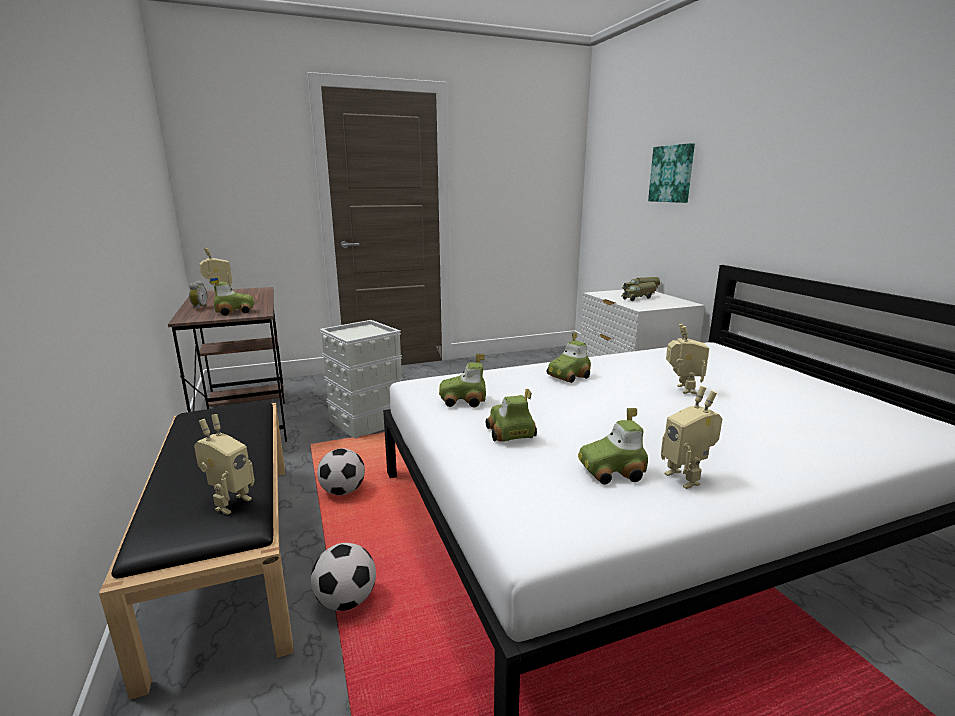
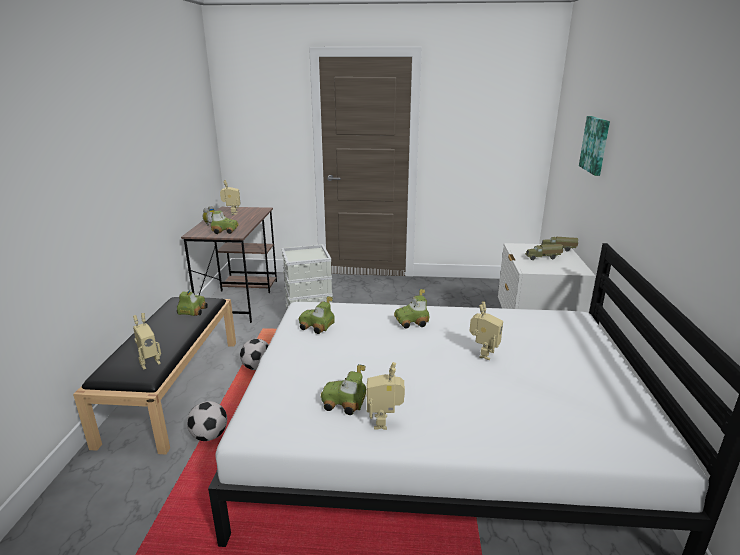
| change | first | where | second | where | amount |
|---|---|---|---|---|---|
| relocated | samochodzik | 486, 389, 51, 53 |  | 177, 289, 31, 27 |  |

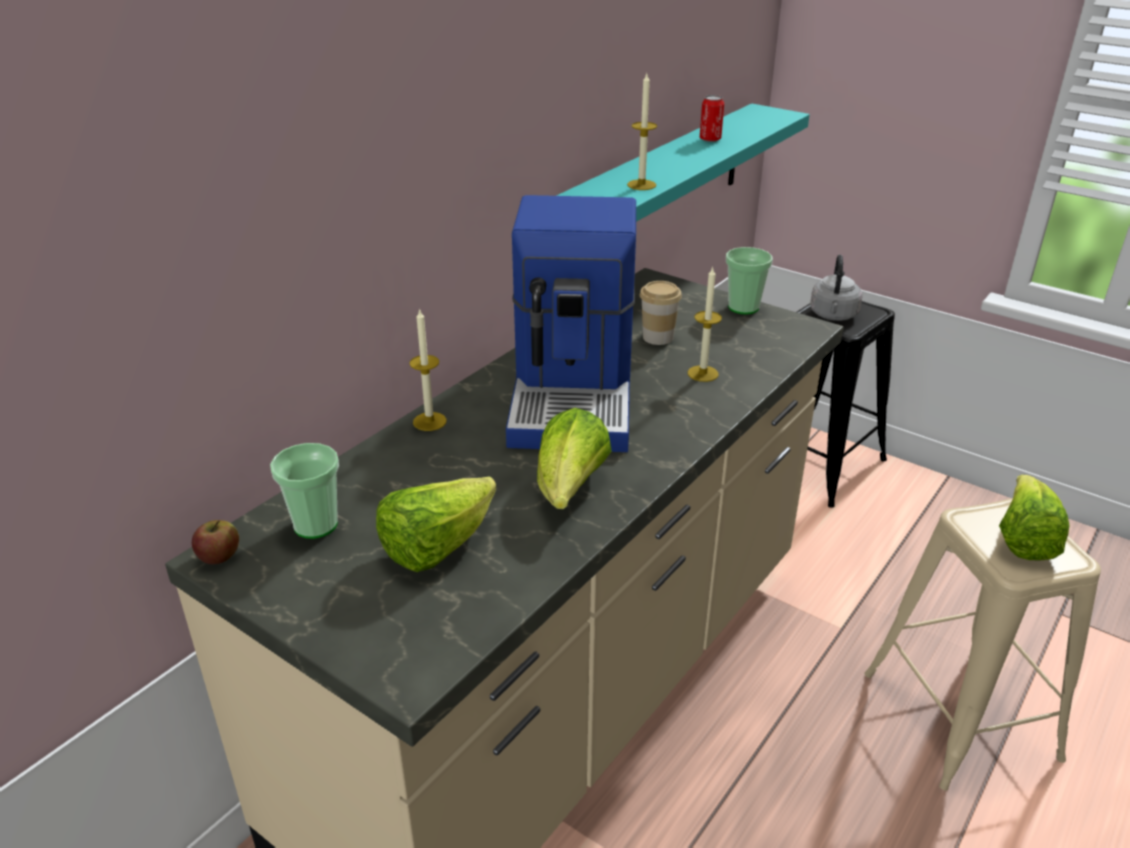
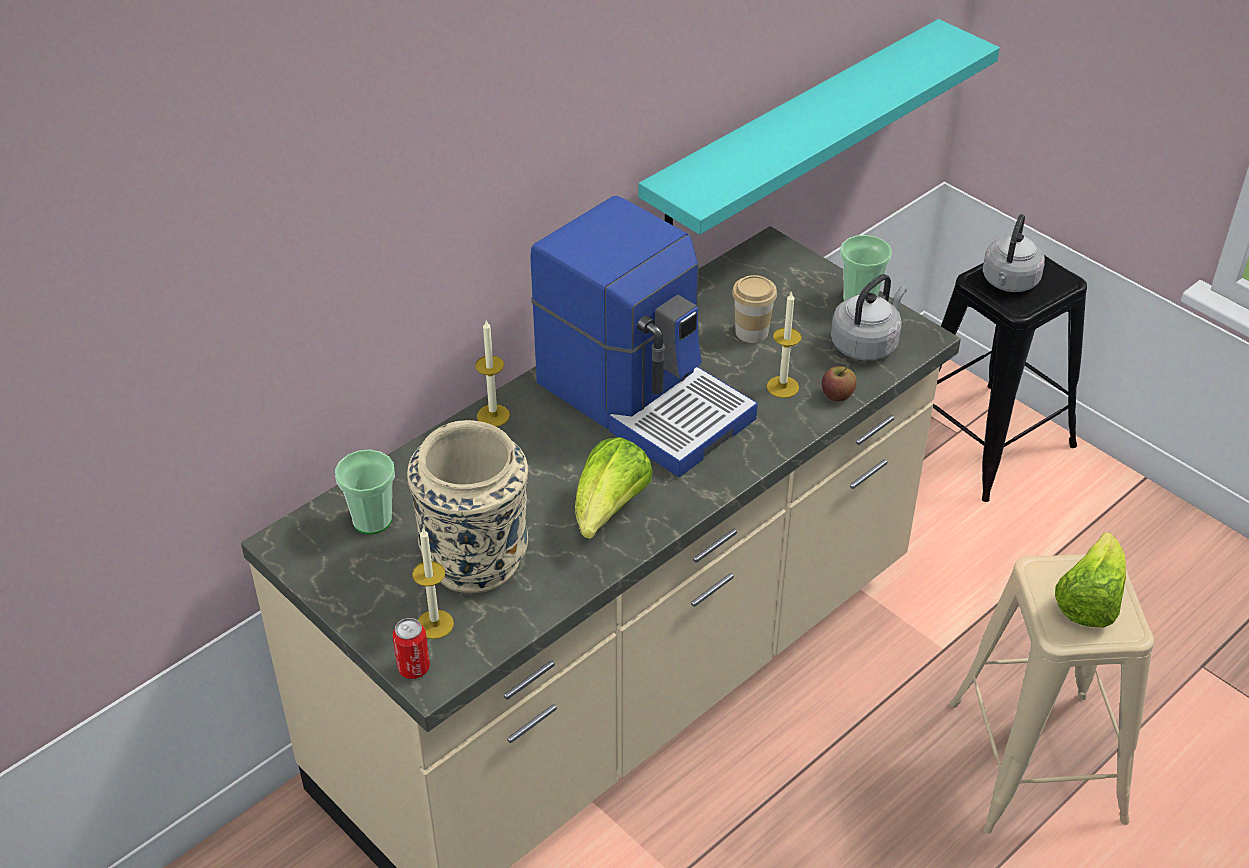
| change | first | where | second | where | amount |
|---|---|---|---|---|---|
| relocated | puszka | 700, 95, 24, 47 |  | 393, 618, 37, 61 |  |
| exchanged | sałata | 376, 477, 120, 95 | wazon (beżowy) | 407, 420, 121, 173 |  |
| relocated | świeca | 627, 74, 30, 116 |  | 412, 528, 42, 111 |  |
| spun | ekspres do kawy | 506, 195, 130, 257 |  | 530, 196, 228, 281 | 60 degrees counterclockwise |
| relocated | jabłko | 192, 520, 47, 44 |  | 822, 366, 35, 36 |  |
| appeared |  |  | czajnik (szary) | 831, 274, 76, 87 |  |

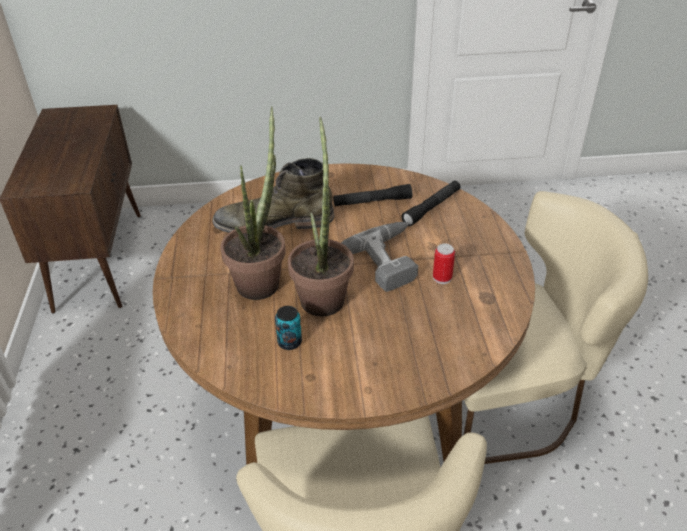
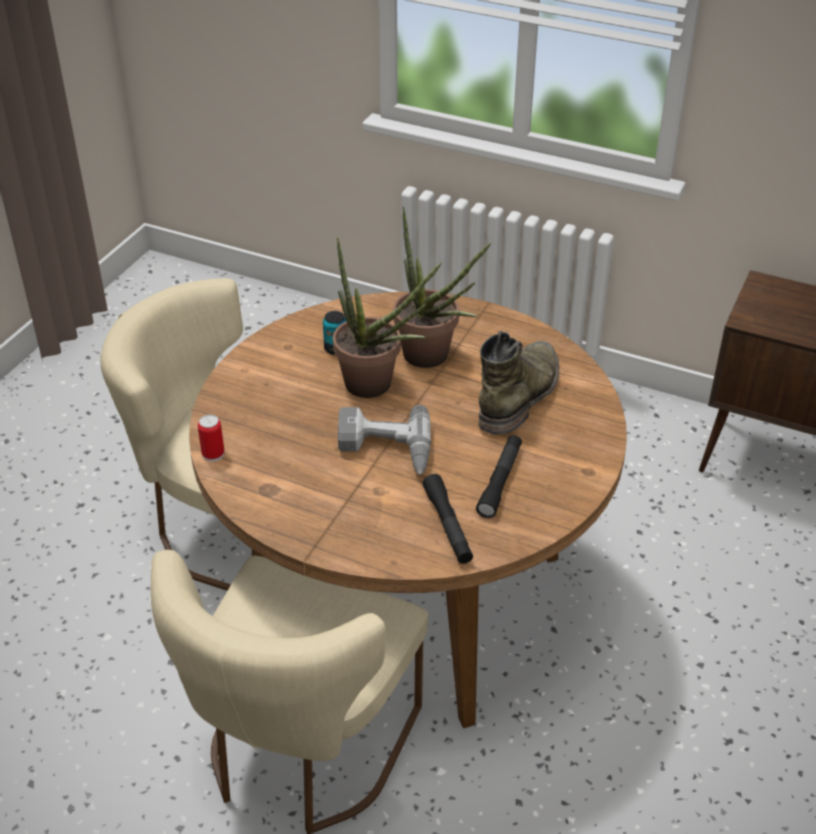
| change | first | where | second | where | amount |
|---|---|---|---|---|---|
| relocated | puszka | 433, 244, 22, 40 |  | 198, 415, 26, 47 |  |

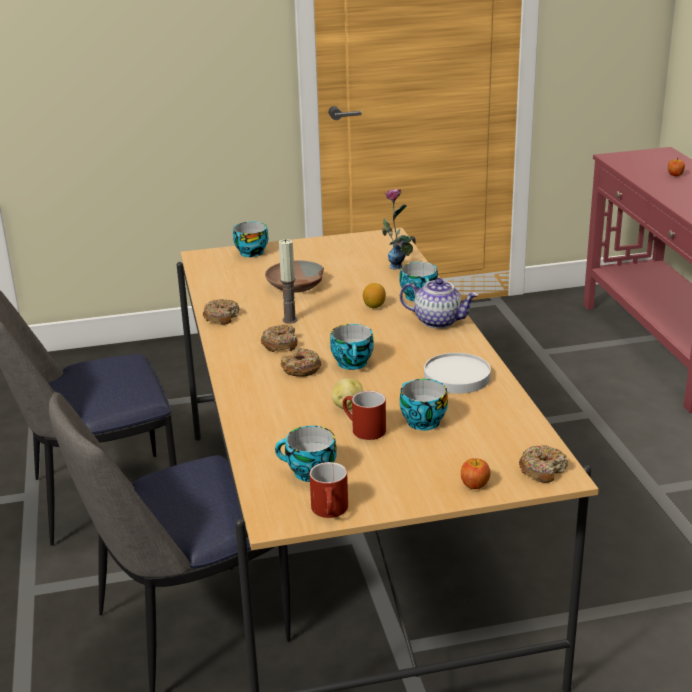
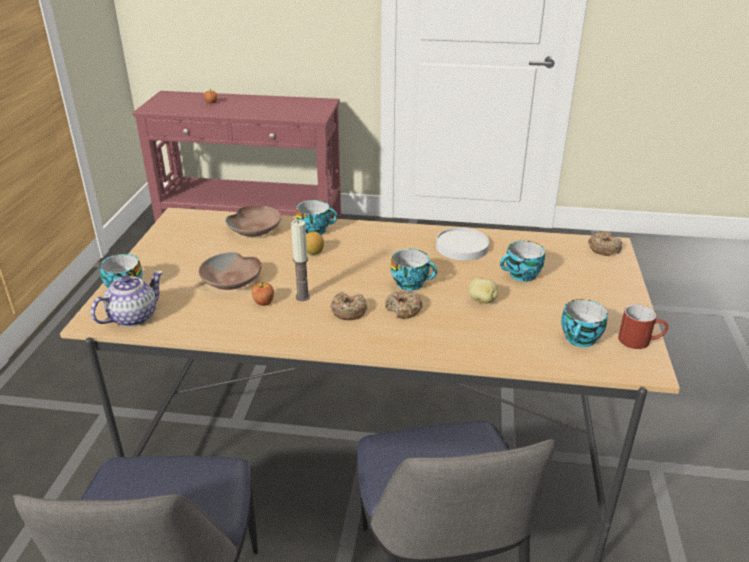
| change | first | where | second | where | amount |
|---|---|---|---|---|---|
| relocated | imbryk | 400, 278, 78, 50 |  | 91, 271, 72, 56 |  |
| exchanged | wazon | 382, 189, 31, 81 | miska (brązowy) | 226, 205, 55, 32 |  |
| relocated | jabłko | 461, 458, 30, 31 |  | 252, 282, 22, 24 |  |
| missing | donut | 203, 299, 37, 26 |  |  |  |
| missing | kubek (czerwony) | 343, 391, 43, 49 |  |  |  |

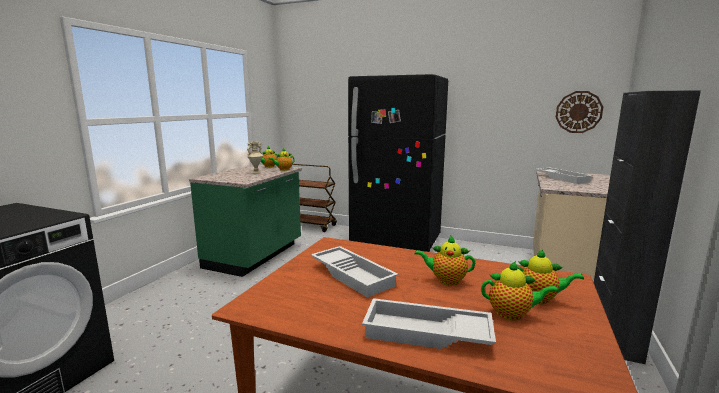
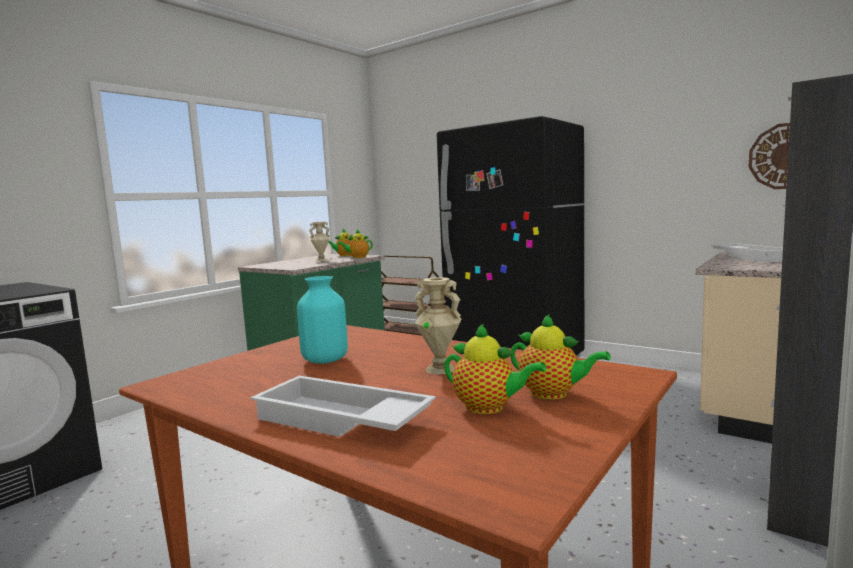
| change | first | where | second | where | amount |
|---|---|---|---|---|---|
| exchanged | taca (biały) | 311, 246, 87, 52 | wazon (turkusowy) | 297, 276, 51, 88 |  |
| exchanged | imbryk | 414, 235, 61, 50 | wazon (beżowy) | 415, 277, 47, 98 |  |

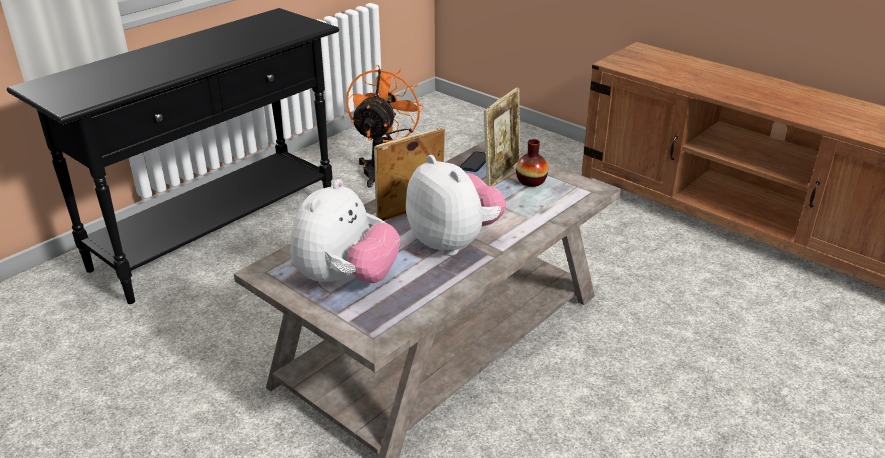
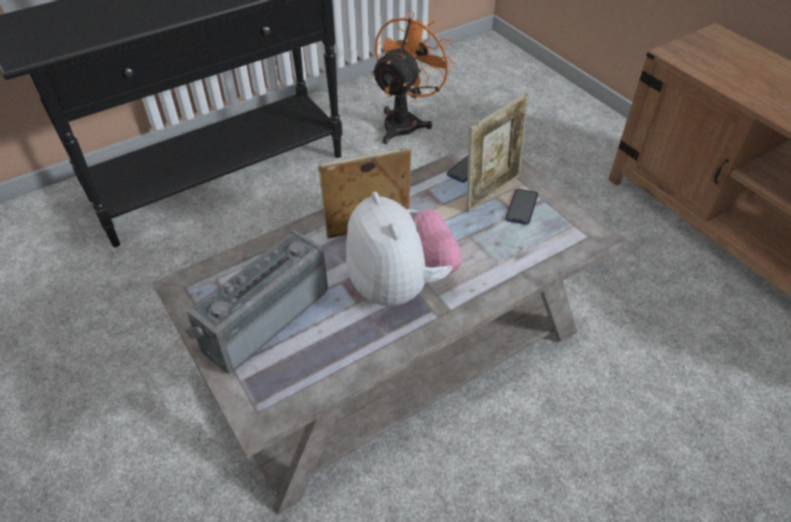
| change | first | where | second | where | amount |
|---|---|---|---|---|---|
| exchanged | pluszak | 290, 179, 110, 108 | radio | 184, 230, 144, 144 |  |
| exchanged | wazon | 516, 139, 32, 48 | telefon | 506, 189, 32, 36 |  |

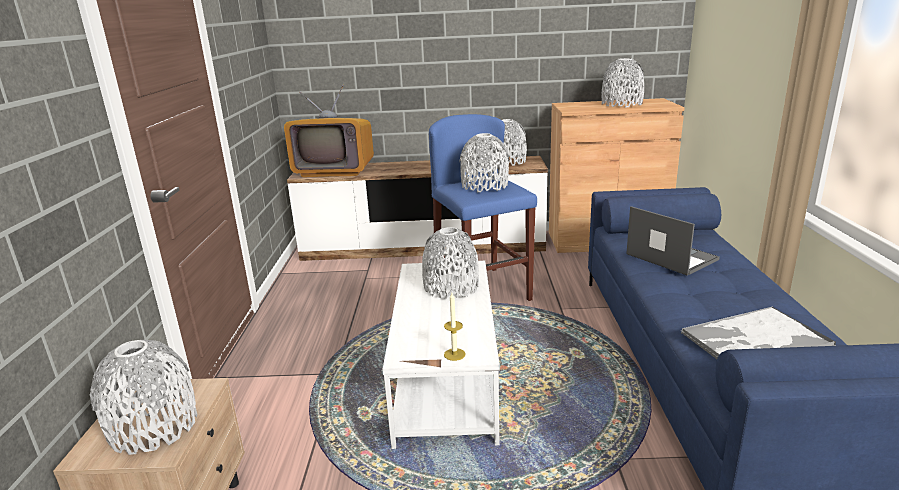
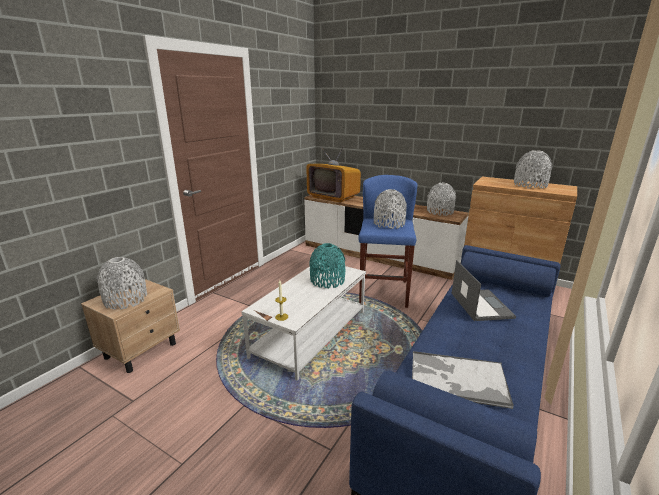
| change | first | where | second | where | amount |
|---|---|---|---|---|---|
| colour | wazon (szary) | 422, 227, 57, 72 | wazon (turkusowy) | 309, 243, 36, 45 |  |

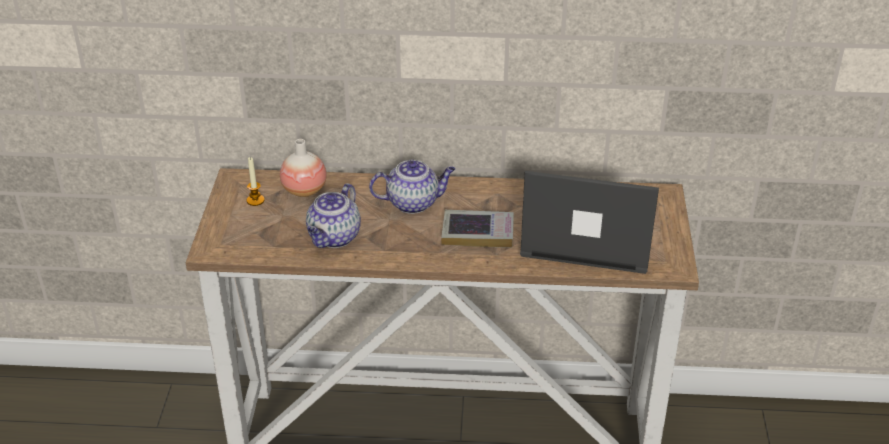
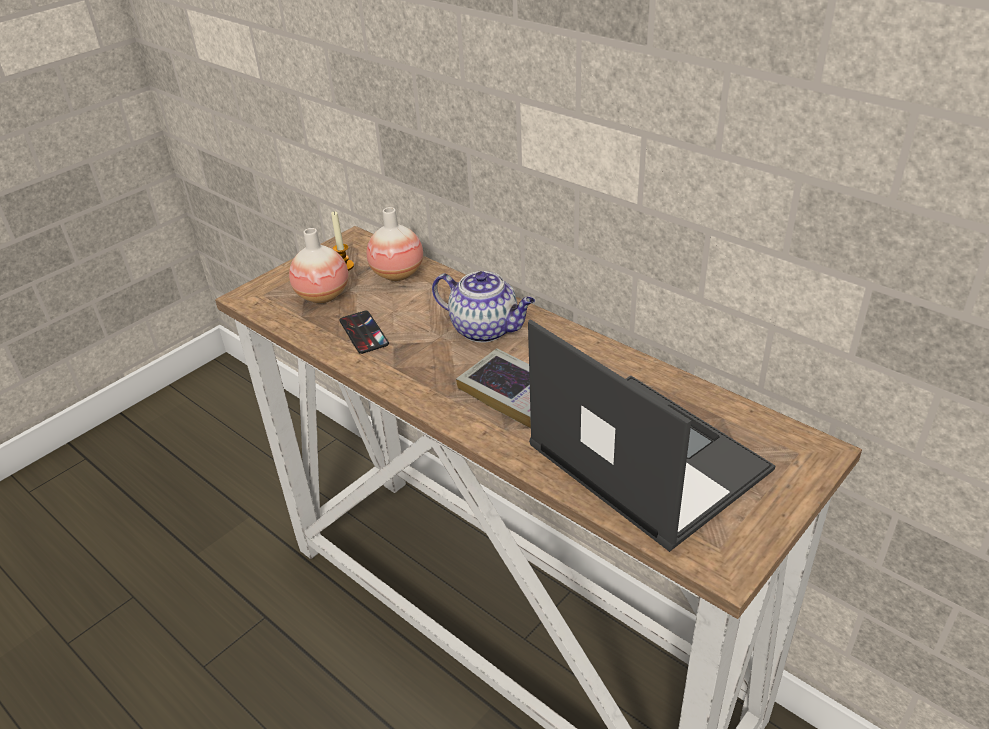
| change | first | where | second | where | amount |
|---|---|---|---|---|---|
| appeared |  |  | wazon | 289, 228, 59, 75 |  |
| exchanged | imbryk | 306, 183, 55, 65 | telefon | 339, 311, 50, 43 |  |

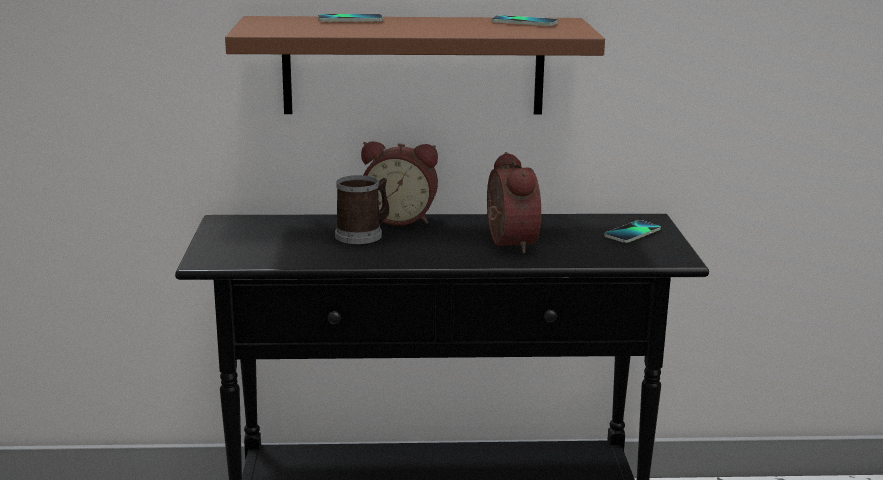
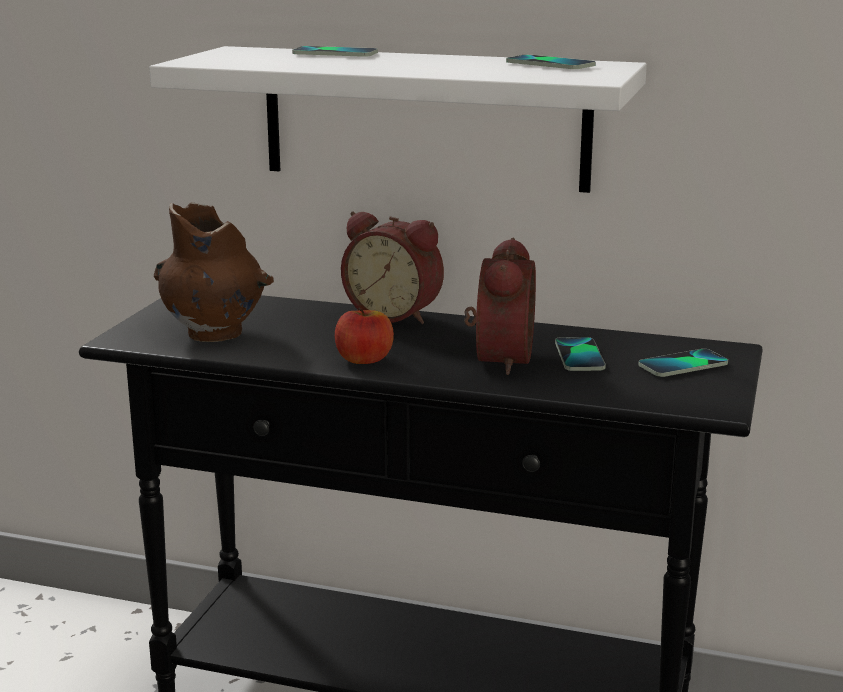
| change | first | where | second | where | amount |
|---|---|---|---|---|---|
| colour | półka (brązowy) | 225, 16, 380, 99 | półka (biały) | 149, 46, 498, 147 |  |
| appeared |  |  | wazon (brązowy) | 154, 202, 120, 140 |  |
| appeared |  |  | jabłko | 335, 308, 59, 56 |  |
| appeared |  |  | telefon | 555, 337, 51, 34 |  |
| missing | kubek | 335, 175, 54, 69 |  |  |  |

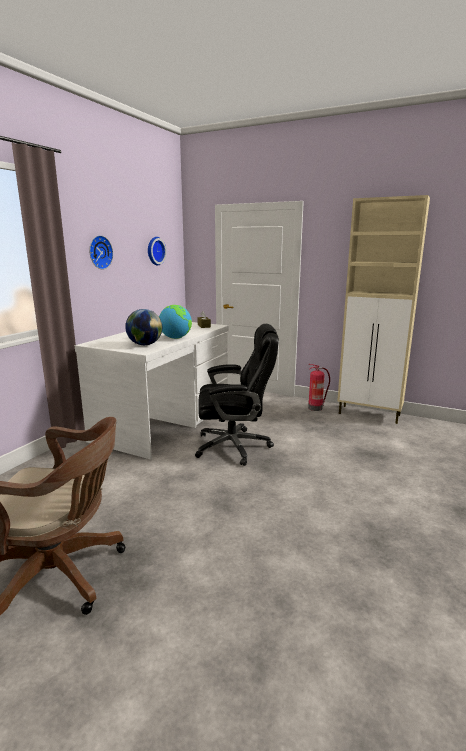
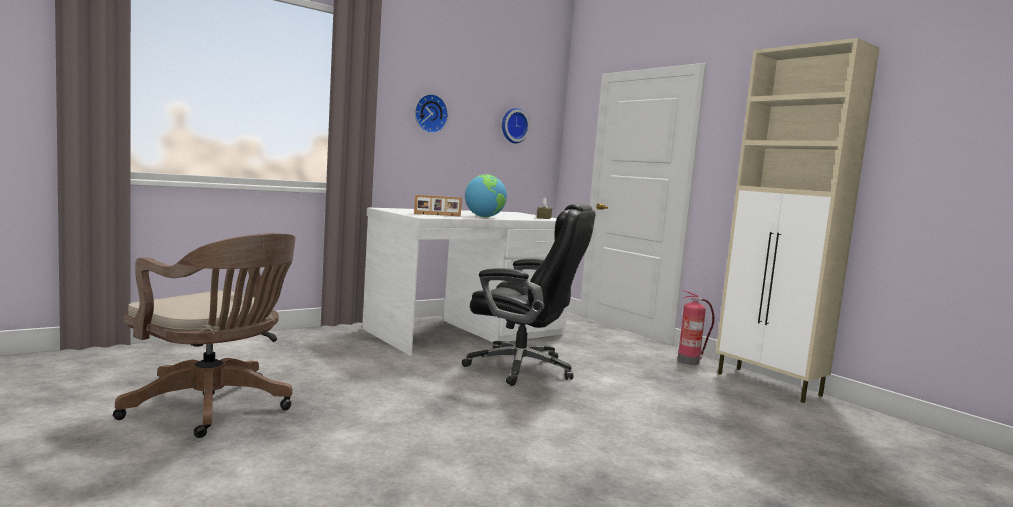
| change | first | where | second | where | amount |
|---|---|---|---|---|---|
| exchanged | globus | 125, 309, 37, 36 | ramka na zdjęcie | 414, 195, 48, 21 |  |

